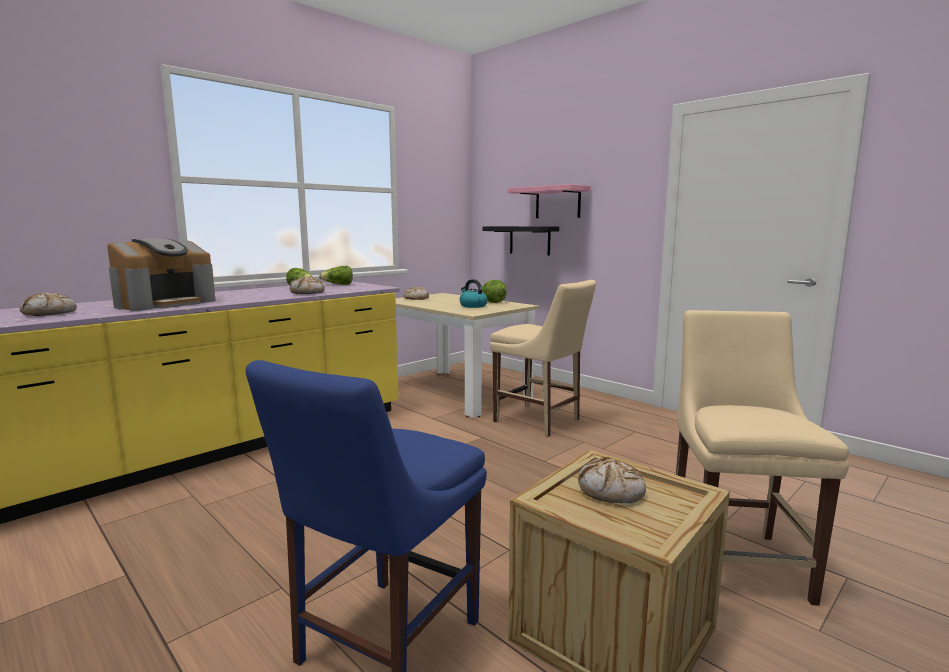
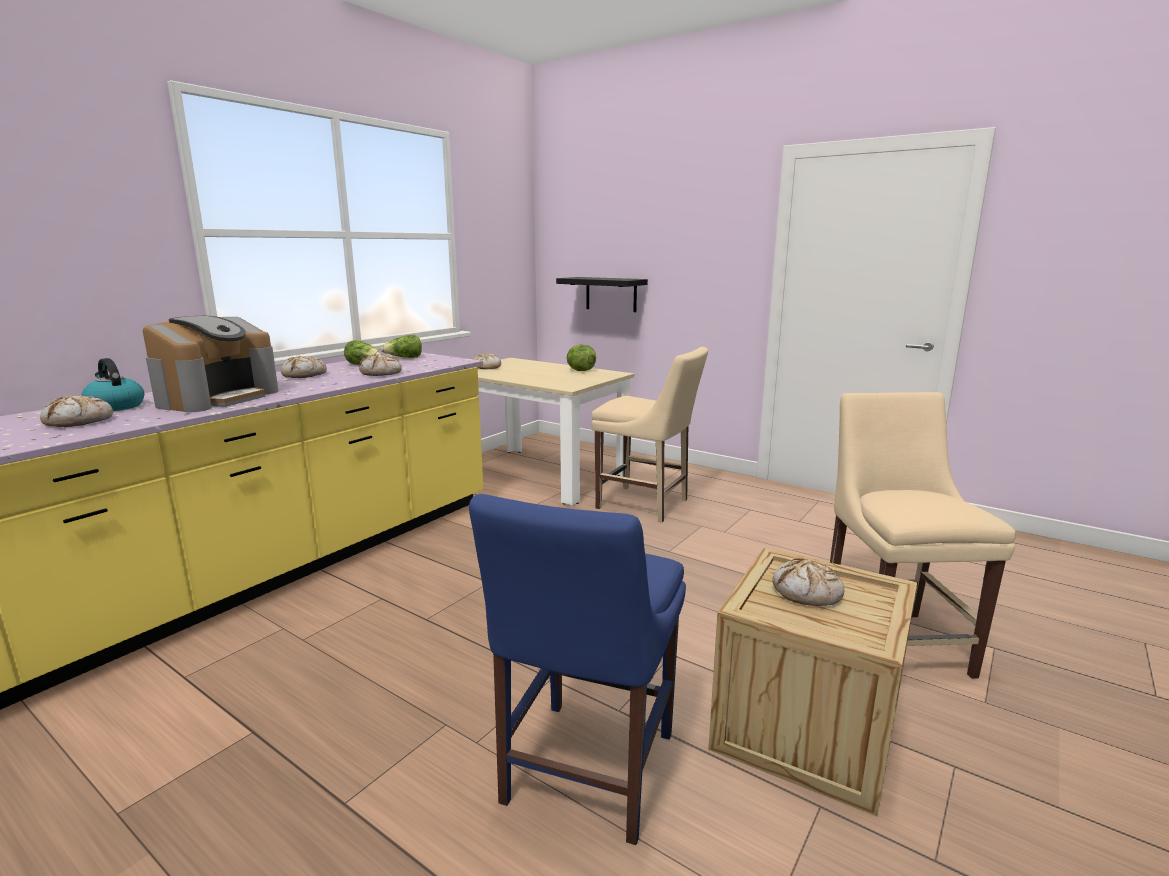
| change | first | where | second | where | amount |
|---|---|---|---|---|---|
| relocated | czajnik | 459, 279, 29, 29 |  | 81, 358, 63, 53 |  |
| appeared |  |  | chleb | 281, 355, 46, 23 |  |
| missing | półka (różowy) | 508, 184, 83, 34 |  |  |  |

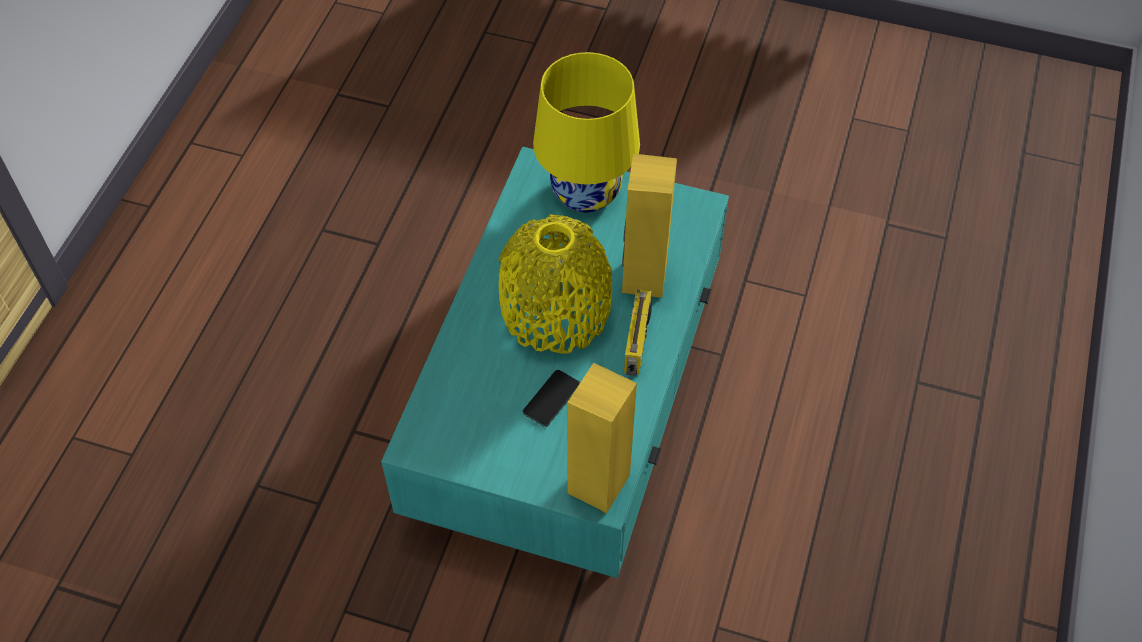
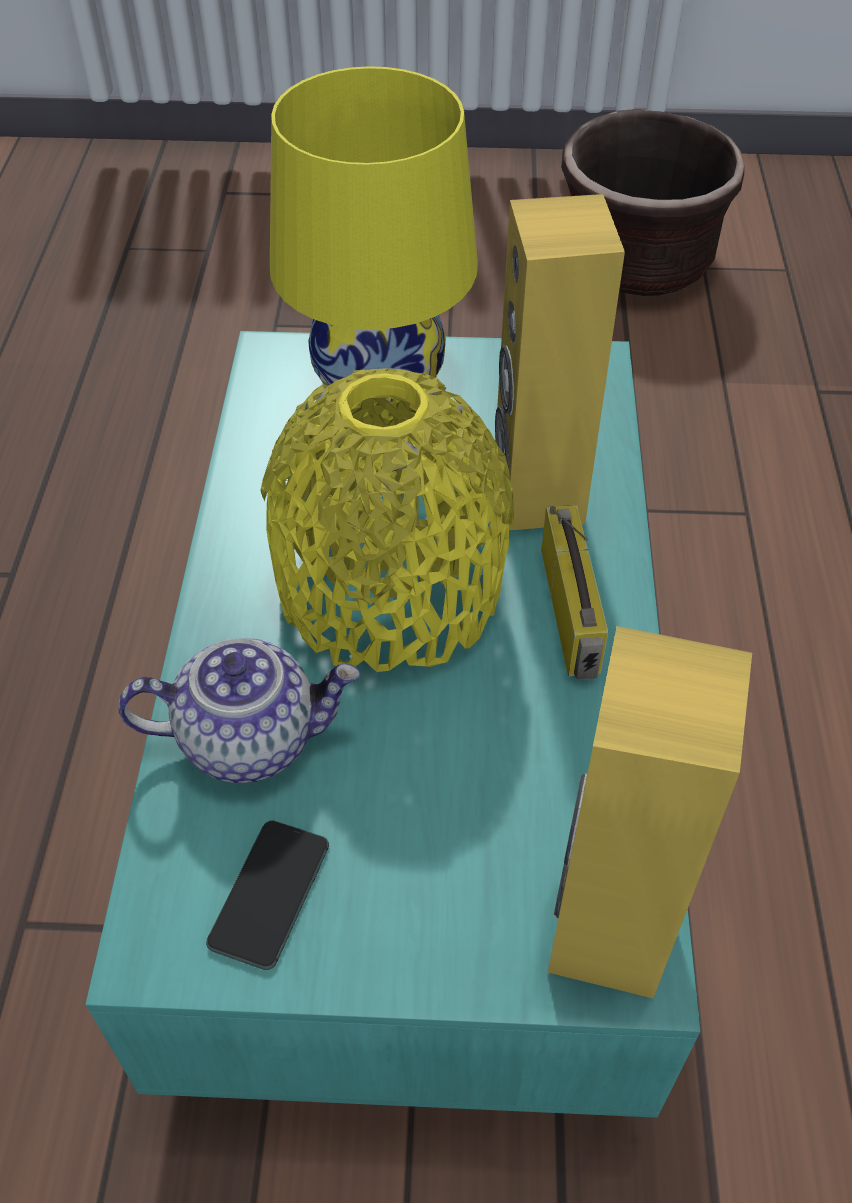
| change | first | where | second | where | amount |
|---|---|---|---|---|---|
| appeared |  |  | imbryk | 118, 638, 242, 145 |  |
| relocated | telefon | 523, 370, 57, 57 |  | 206, 821, 123, 149 |  |
| appeared |  |  | donica (brązowy) | 561, 109, 183, 187 |  |

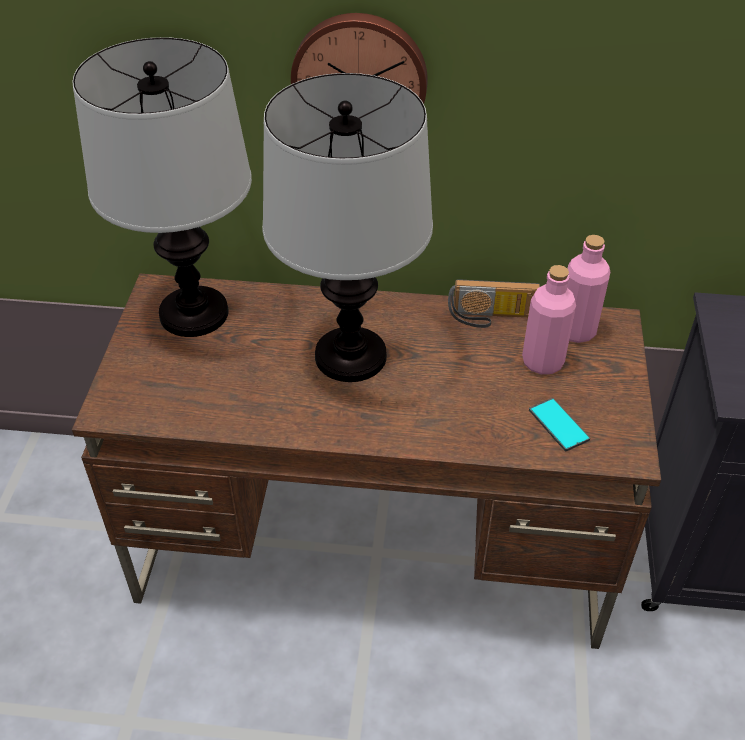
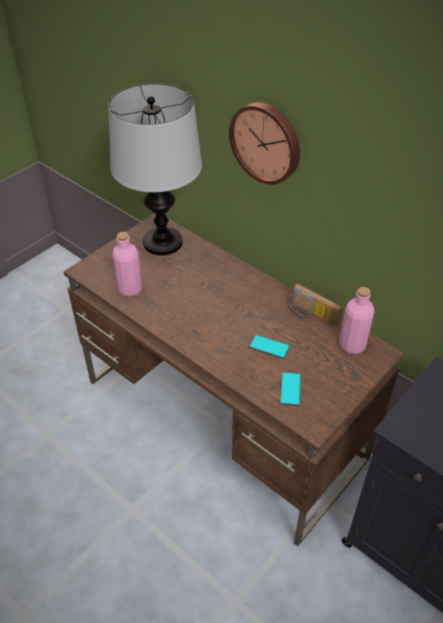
| change | first | where | second | where | amount |
|---|---|---|---|---|---|
| relocated | butelka (różowy) | 522, 265, 54, 109 |  | 112, 232, 30, 65 |  |
| appeared |  |  | telefon | 248, 334, 42, 25 |  |
| missing | lampa stołowa | 262, 73, 171, 309 |  |  |  |

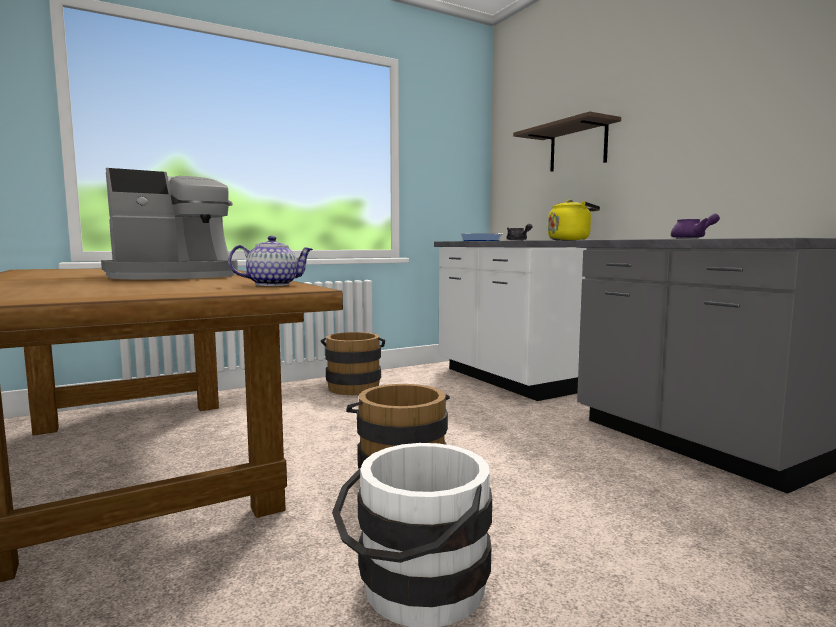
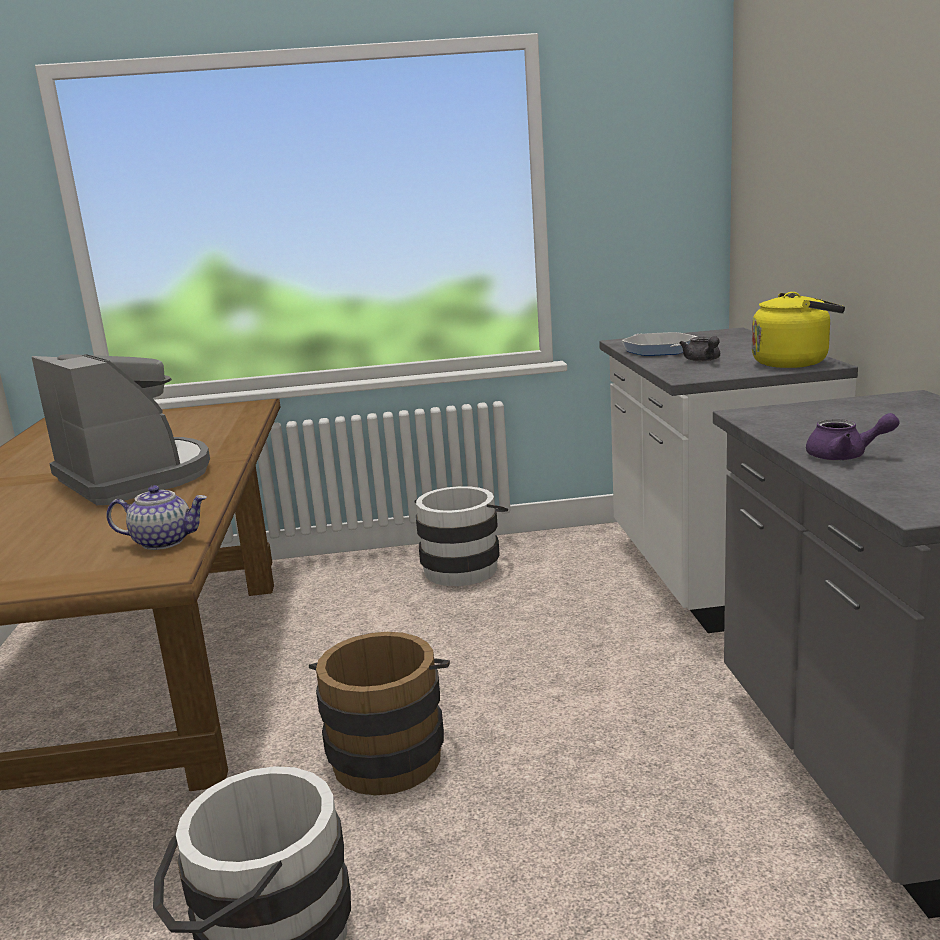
| change | first | where | second | where | amount |
|---|---|---|---|---|---|
| spun | ekspres do kawy | 101, 168, 137, 111 |  | 32, 354, 178, 151 | 120 degrees counterclockwise |
| colour | wiadro (brązowy) | 321, 332, 64, 63 | wiadro (biały) | 414, 486, 94, 100 |  |
| missing | półka | 513, 111, 108, 61 |  |  |  |

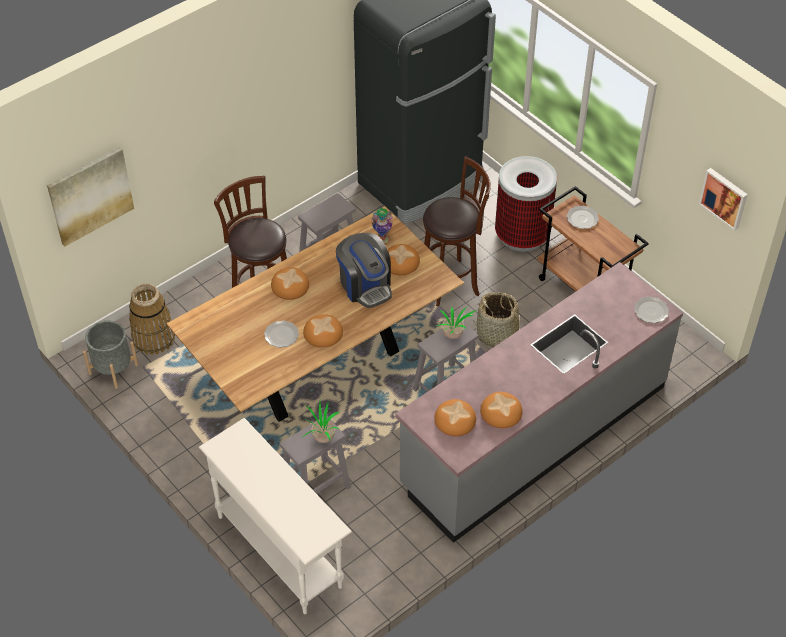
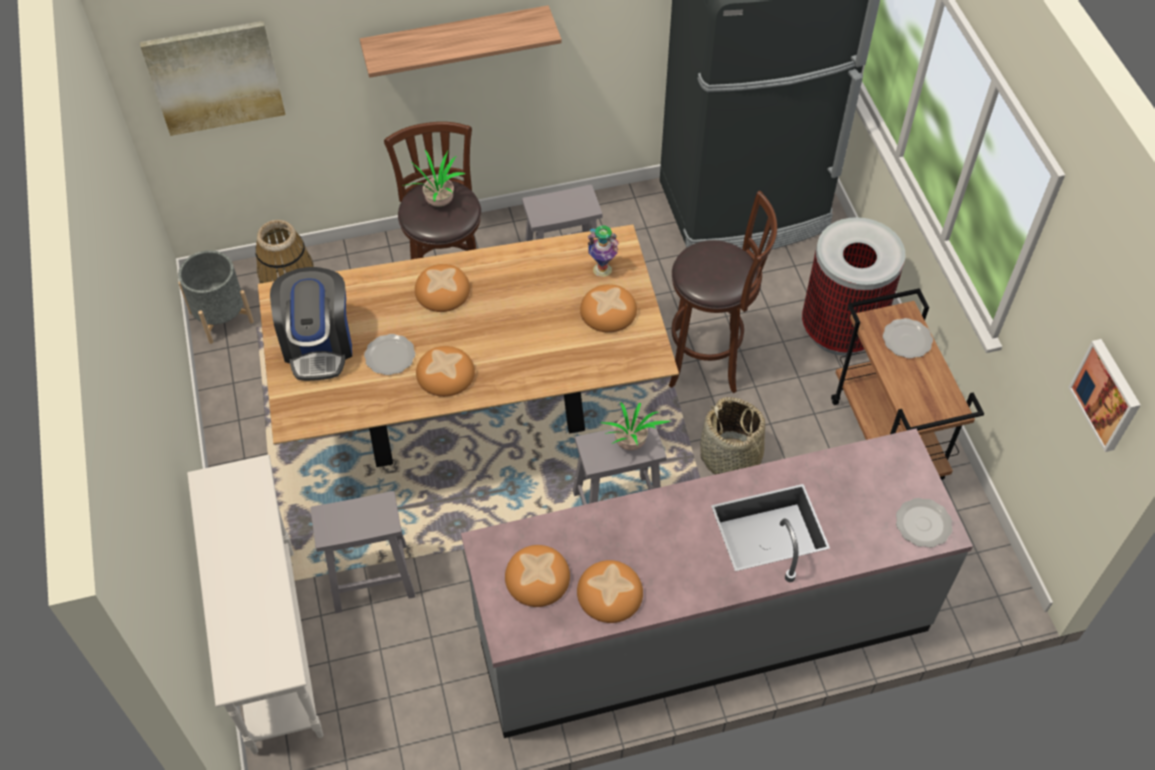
| change | first | where | second | where | amount |
|---|---|---|---|---|---|
| relocated | ekspres do kawy | 336, 233, 56, 75 |  | 270, 267, 82, 114 |  |
| appeared |  |  | półka | 360, 5, 201, 73 |  |
| relocated | roślina doniczkowa | 302, 401, 37, 42 |  | 403, 149, 62, 58 |  |

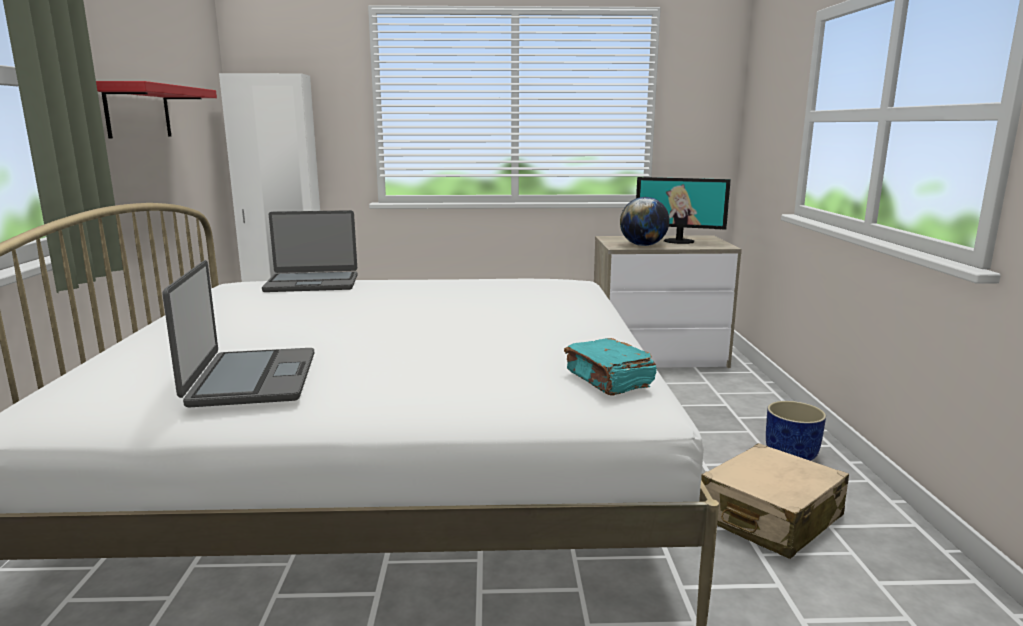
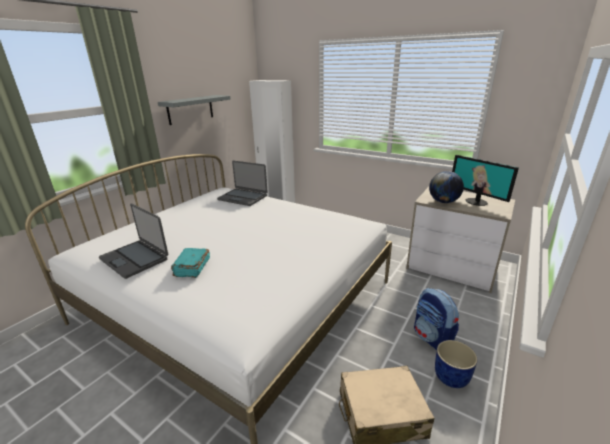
| change | first | where | second | where | amount |
|---|---|---|---|---|---|
| spun | laptop | 163, 260, 151, 147 |  | 99, 203, 69, 76 | 105 degrees clockwise |
| colour | półka (czerwony) | 96, 81, 121, 57 | półka (szary) | 158, 95, 73, 30 |  |
| relocated | książka (turkusowy) | 564, 338, 93, 57 |  | 171, 248, 39, 30 |  |
| appeared |  |  | plecak | 414, 288, 45, 62 |  |

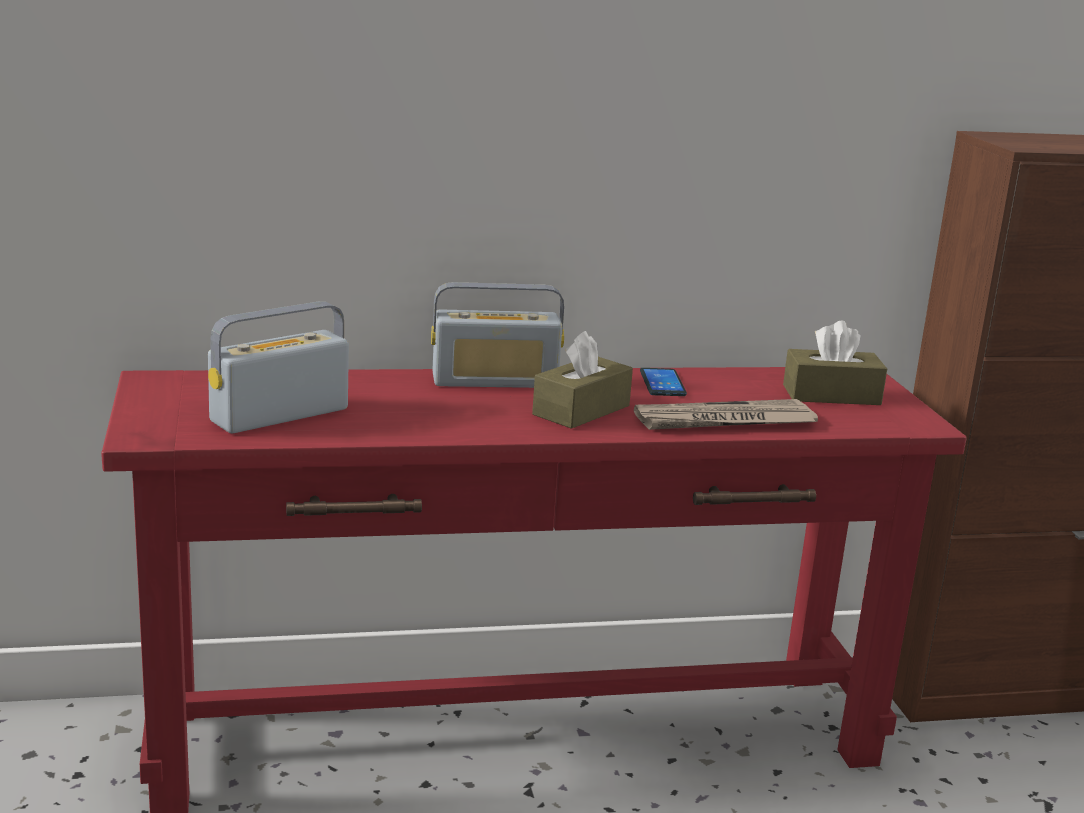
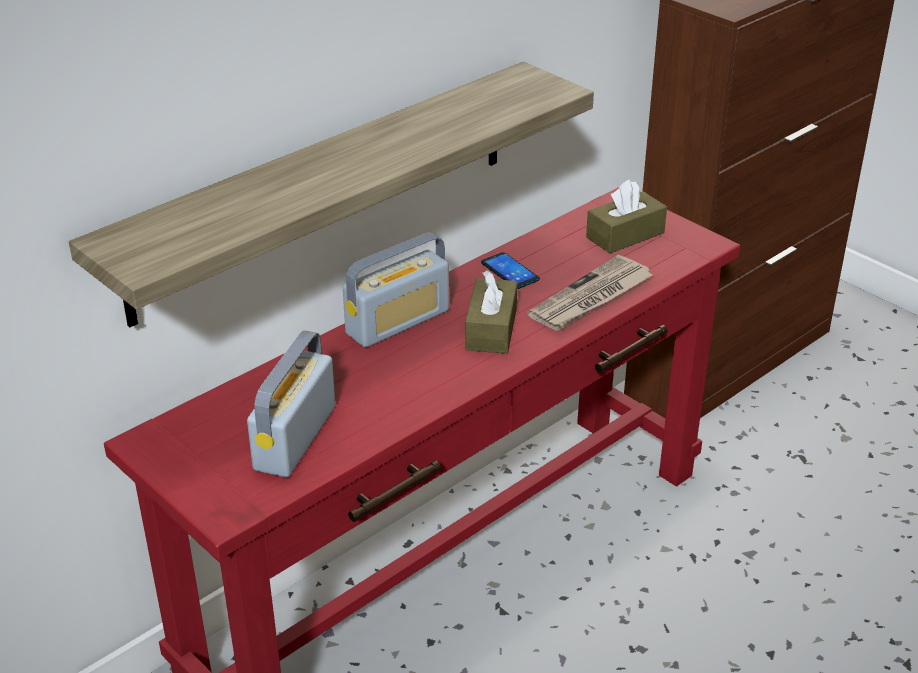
| change | first | where | second | where | amount |
|---|---|---|---|---|---|
| appeared |  |  | półka | 69, 62, 525, 266 |  |

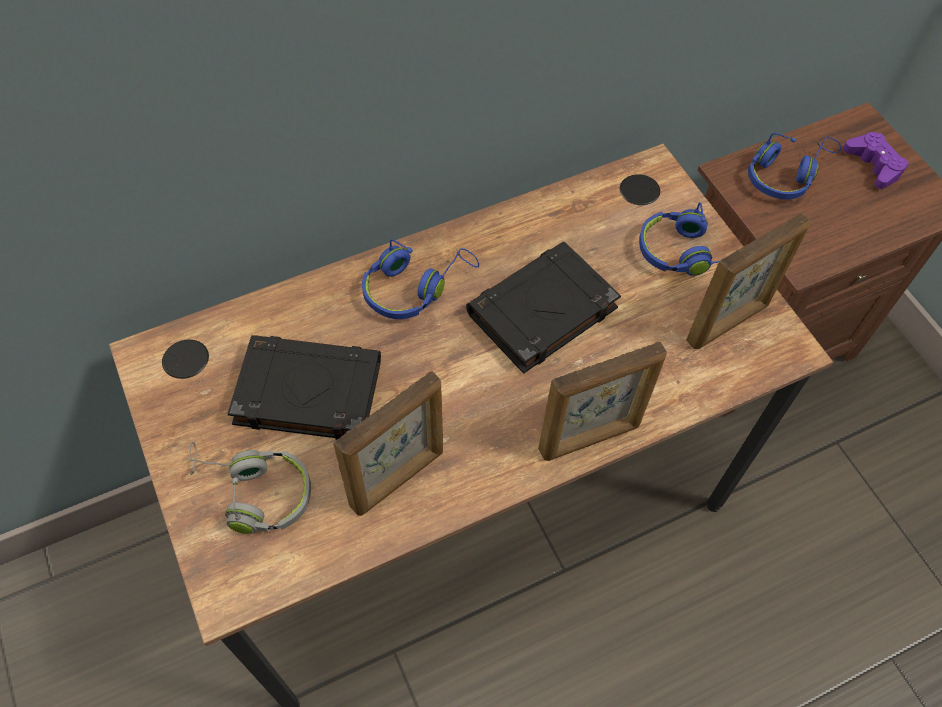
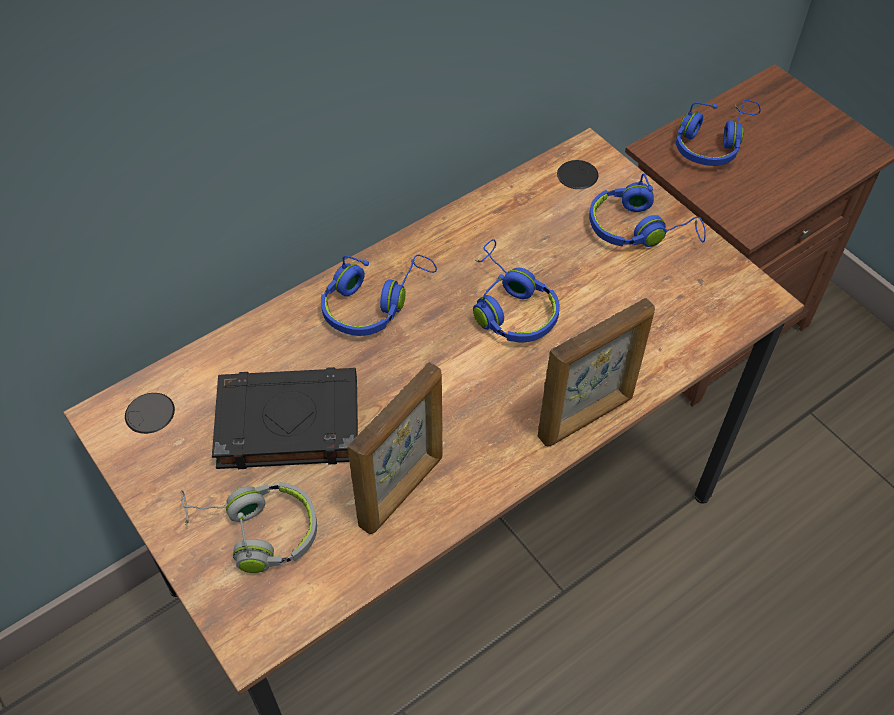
| change | first | where | second | where | amount |
|---|---|---|---|---|---|
| exchanged | książka (czarny) | 466, 242, 155, 132 | słuchawki (niebieski) | 473, 239, 87, 103 |  |
| missing | ramka na zdjęcie | 686, 213, 124, 136 |  |  |  |
| missing | pad do gier (fioletowy) | 843, 132, 66, 57 |  |  |  |

